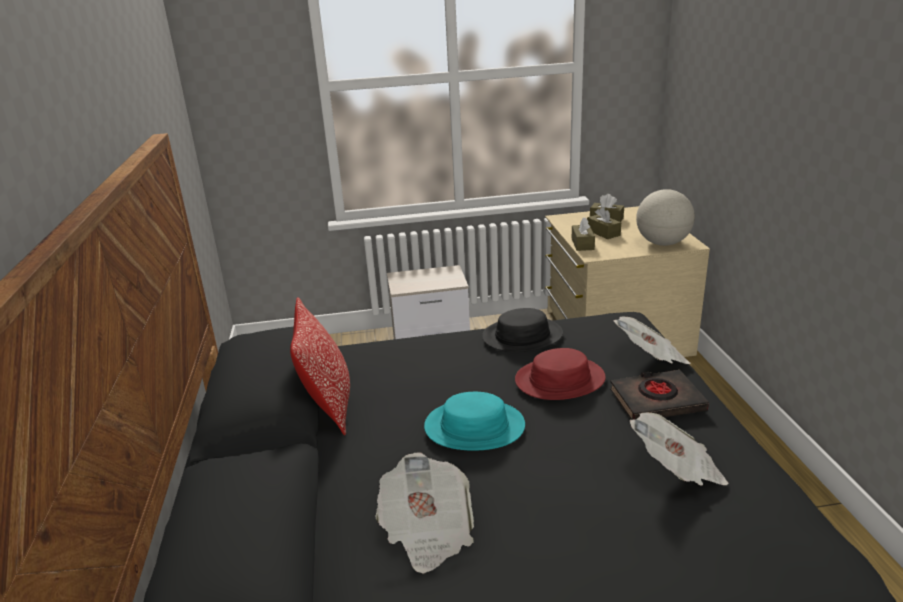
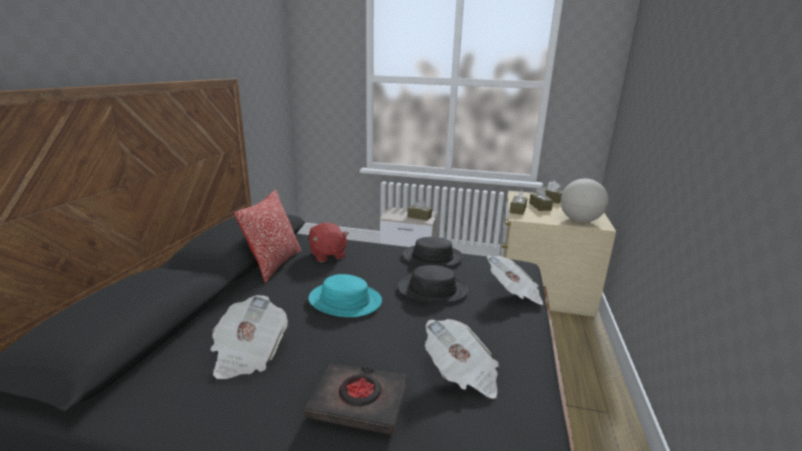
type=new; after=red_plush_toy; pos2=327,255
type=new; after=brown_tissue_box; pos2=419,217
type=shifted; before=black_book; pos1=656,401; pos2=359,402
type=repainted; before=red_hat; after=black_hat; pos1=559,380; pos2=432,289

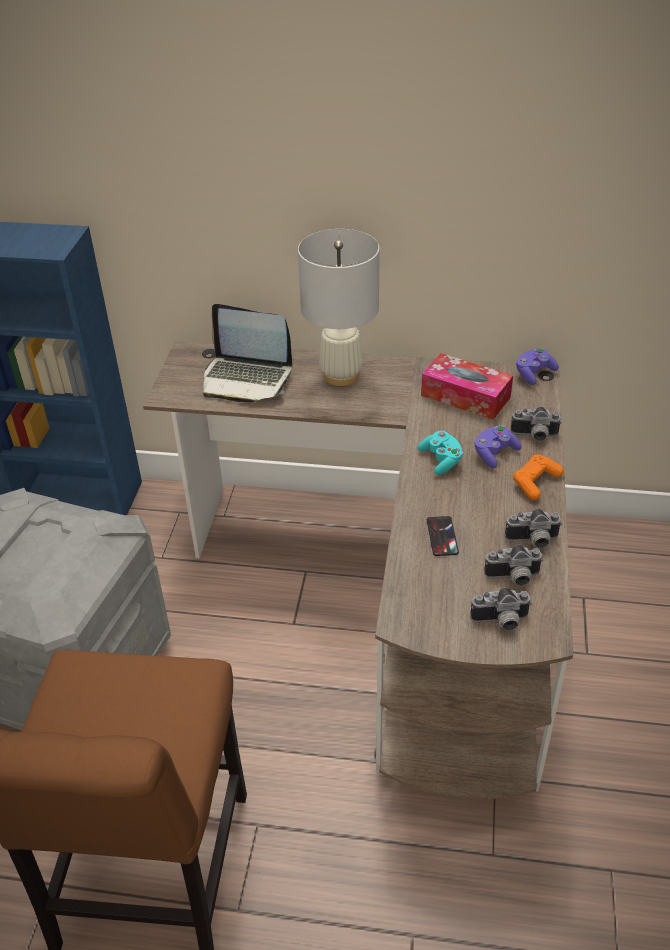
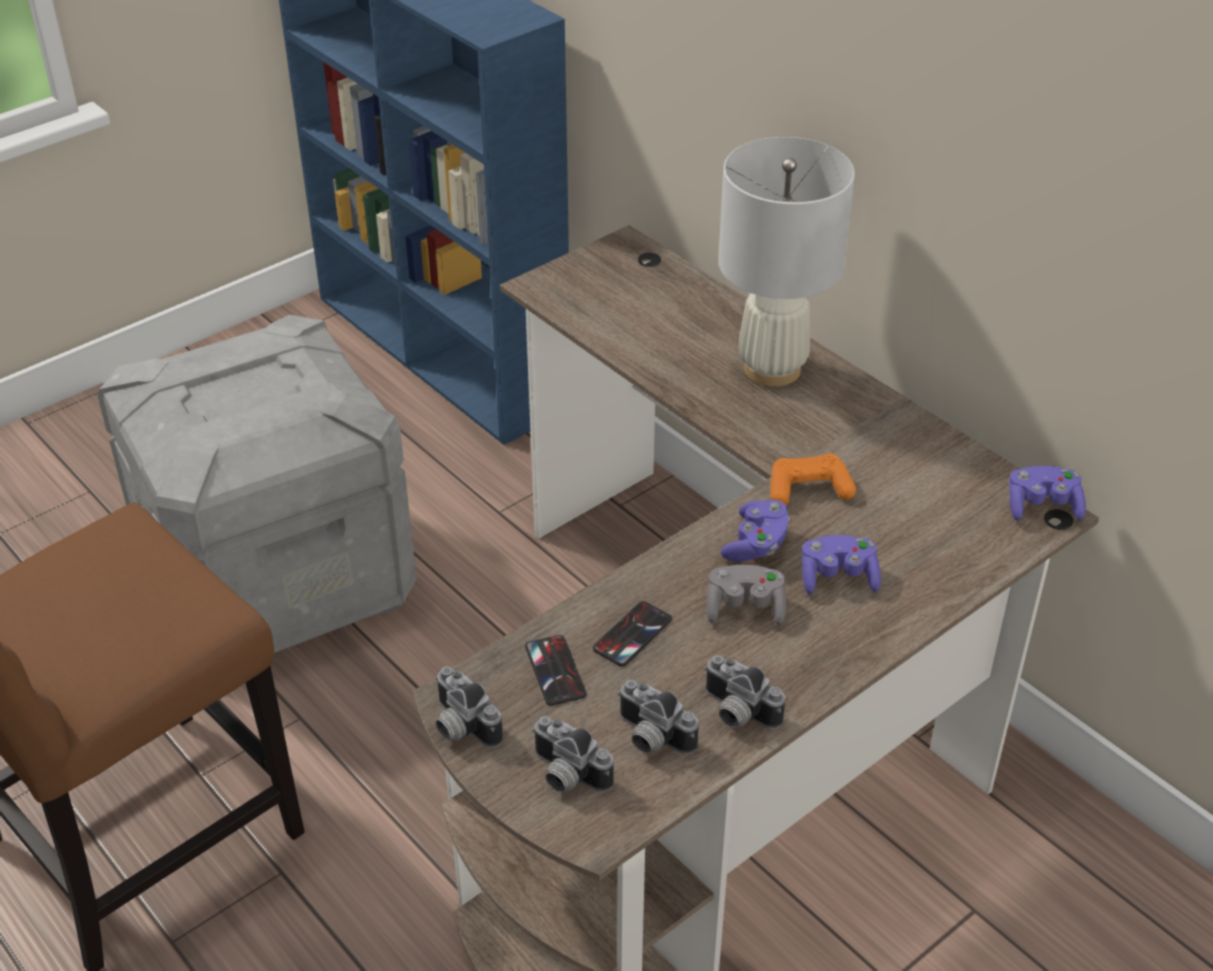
type=gone; before=laptop; pos1=246,378
type=gone; before=tissue_box; pos1=465,396
type=new; after=phone; pos2=555,671
type=new; after=grey_game_controller; pos2=745,608
type=shifted; before=photo_camera; pos1=534,436; pos2=459,727
type=shifted; before=orange_game_controller; pos1=535,482; pos2=808,489
type=repainted; before=turquoise_game_controller; after=purple_game_controller; pos1=441,460; pos2=756,544

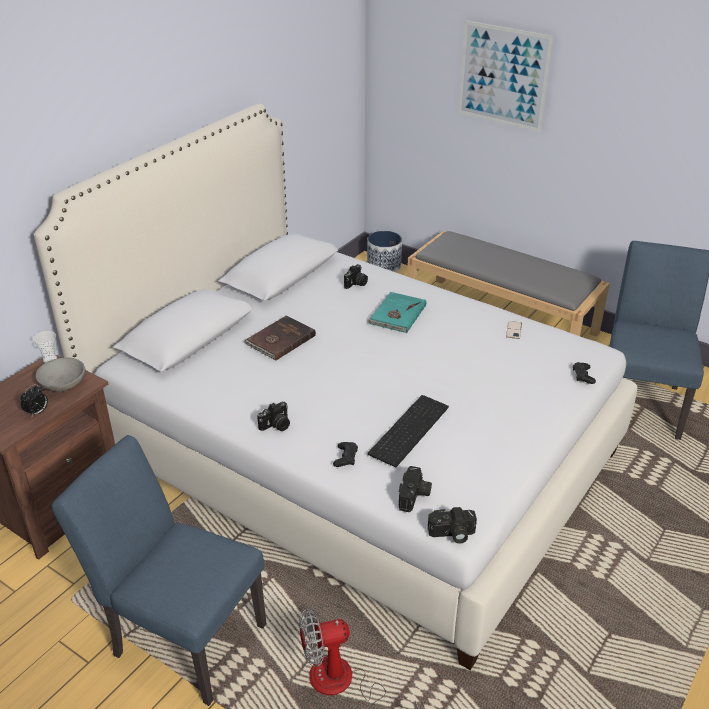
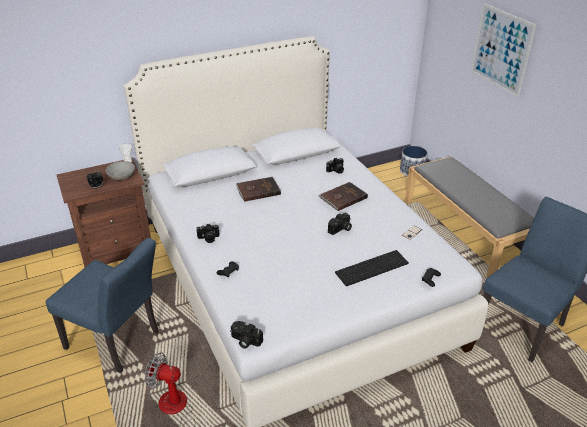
type=shifted; before=keyboard; pos1=408,428; pos2=372,267
type=shifted; before=photo_camera; pos1=414,496; pos2=340,229
type=repainted; before=turquoise_book; after=brown_book; pos1=397,315; pos2=342,198
type=rotated; before=blue_chair; pos1=180,635; pos2=118,342; turn=150

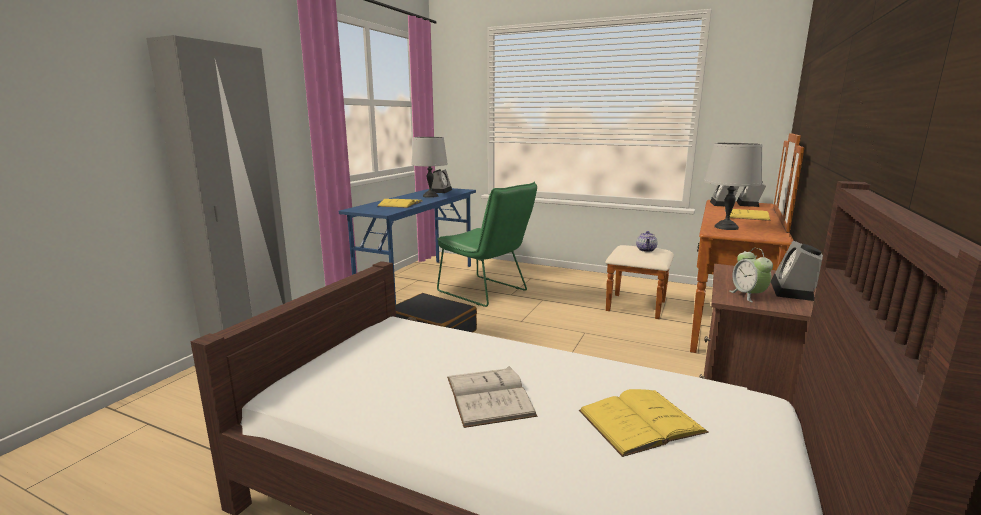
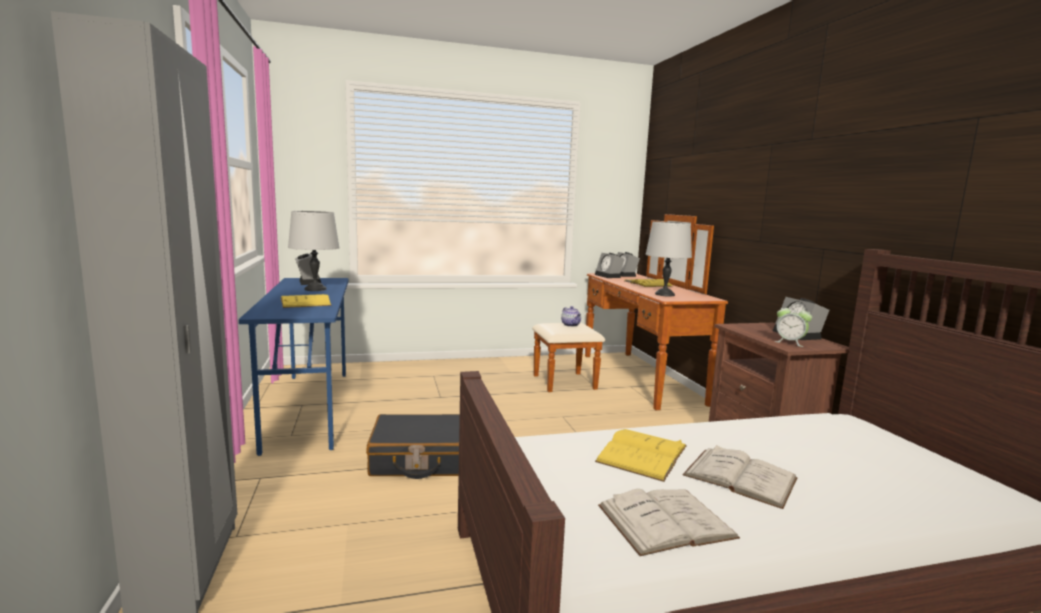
type=gone; before=green_chair; pos1=486,292
type=new; after=white_book; pos2=665,521
type=shifted; before=yellow_book; pos1=641,421; pos2=642,454

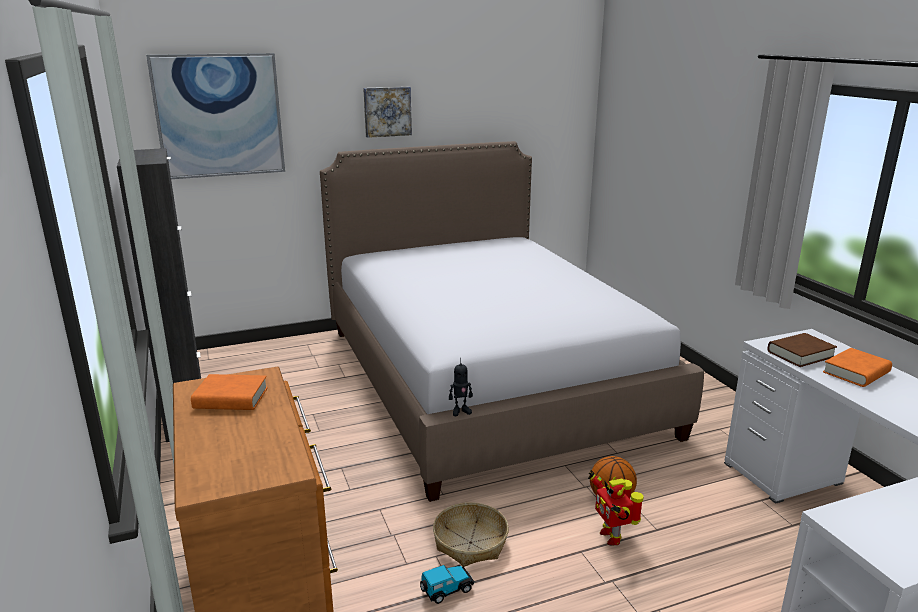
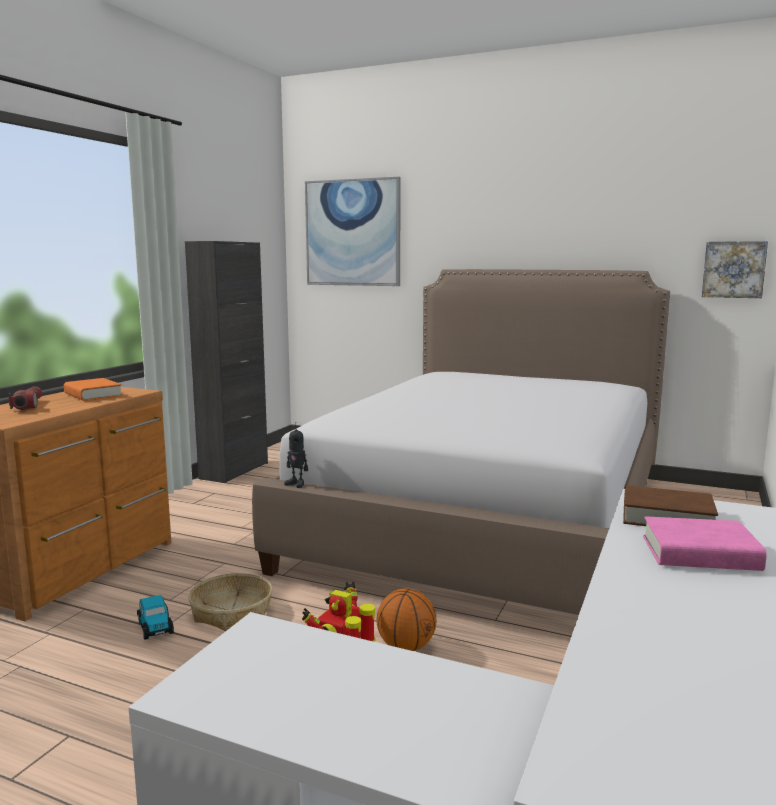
type=new; after=flashlight; pos2=28,405
type=shifted; before=picture; pos1=387,111; pos2=733,269
type=repainted; before=orange_book; after=pink_book; pos1=856,372; pos2=700,554
type=rotated; before=toy_car; pos1=446,589; pos2=155,627; turn=45

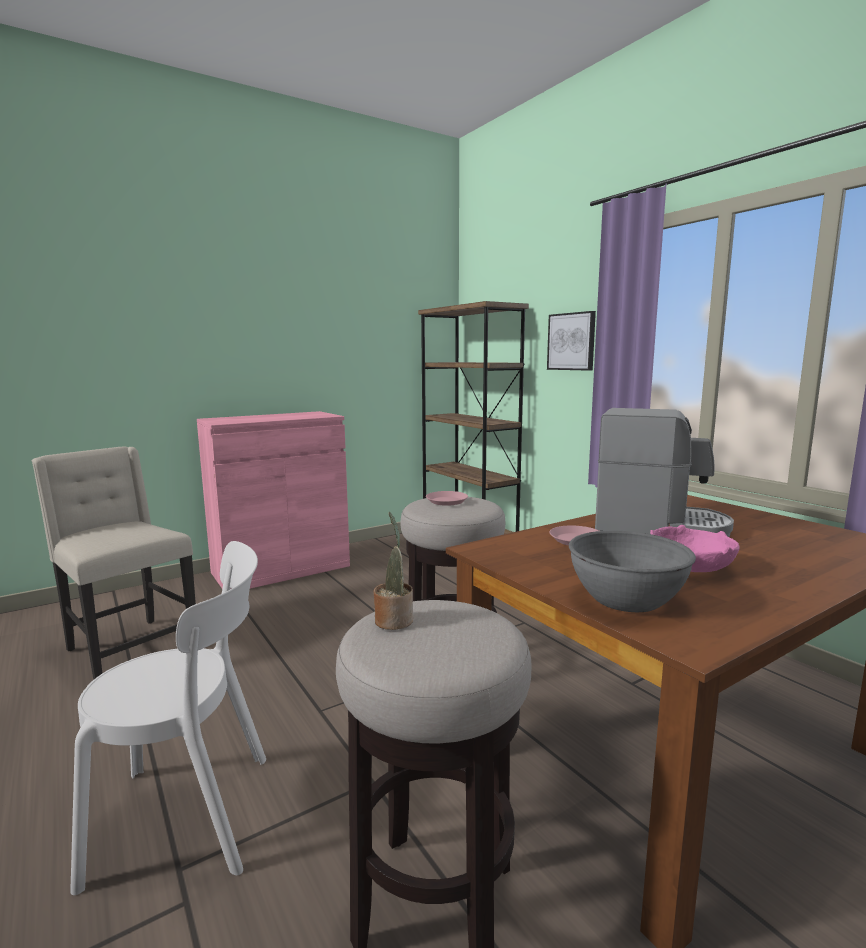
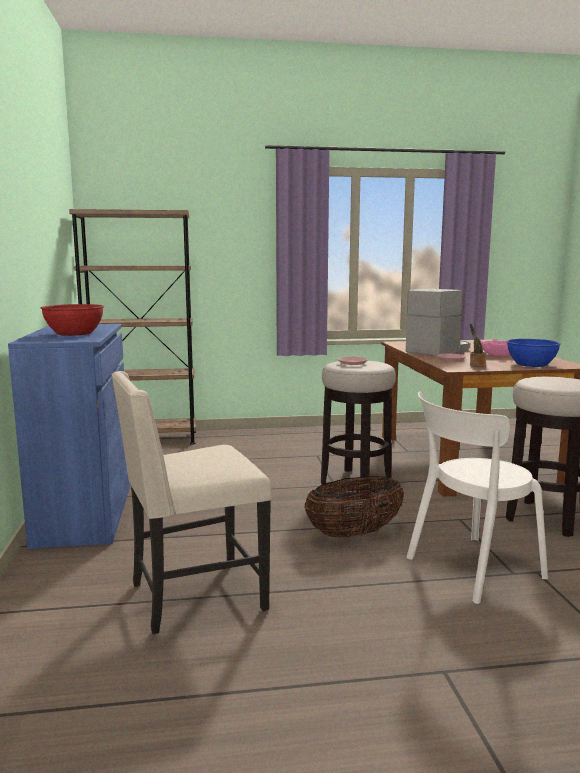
type=gone; before=picture; pos1=571,341
type=new; after=red_bowl; pos2=74,333
type=new; after=basket; pos2=354,533
type=shifted; before=potted_plant; pos1=394,619; pos2=476,365
type=repainted; before=pink_cabinet; after=blue_cabinet; pos1=281,569; pos2=85,513
type=repainted; before=grey_bowl; after=blue_bowl; pos1=626,599; pos2=531,364
type=rotated; before=white_chair; pos1=192,815; pos2=470,569; turn=-135

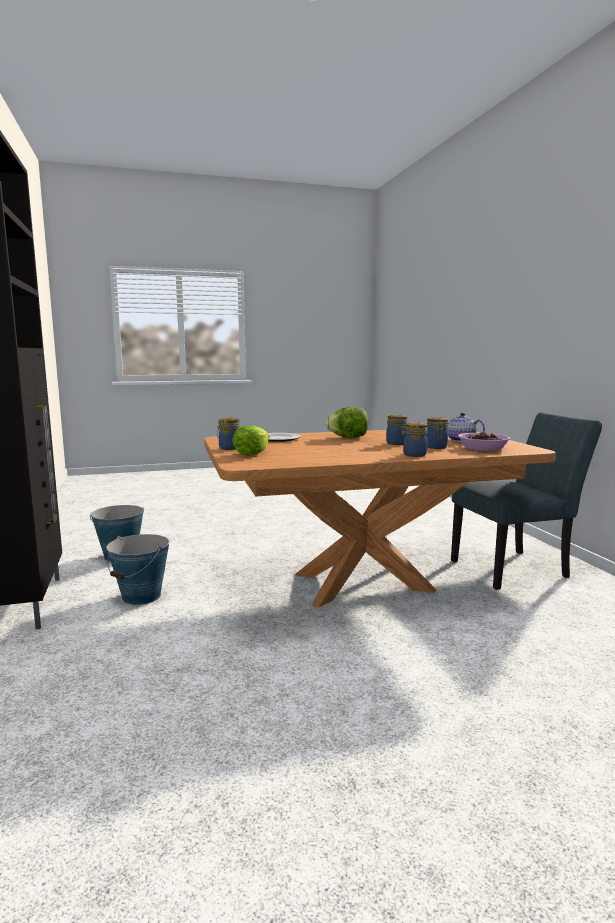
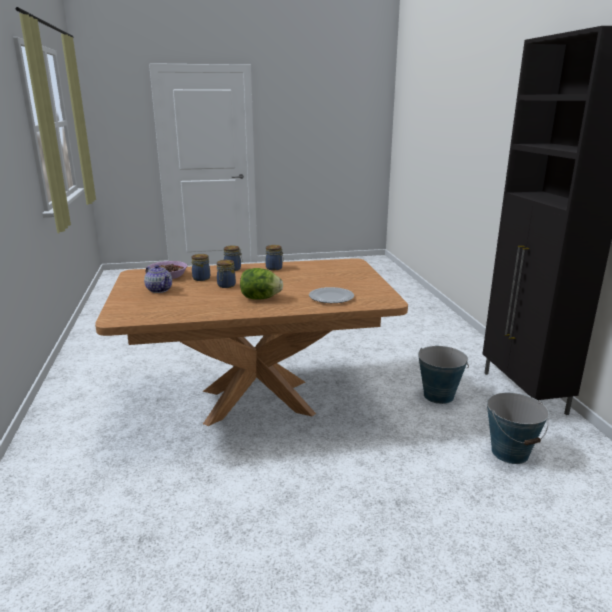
type=gone; before=lettuce; pos1=252,453
type=gone; before=grey_chair; pos1=516,568
type=shifted; before=jar; pos1=228,448; pos2=274,268

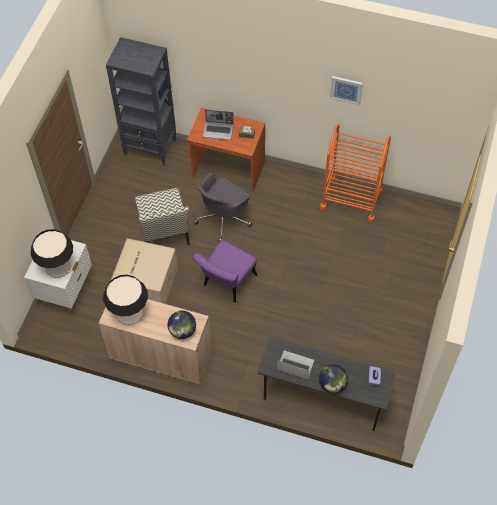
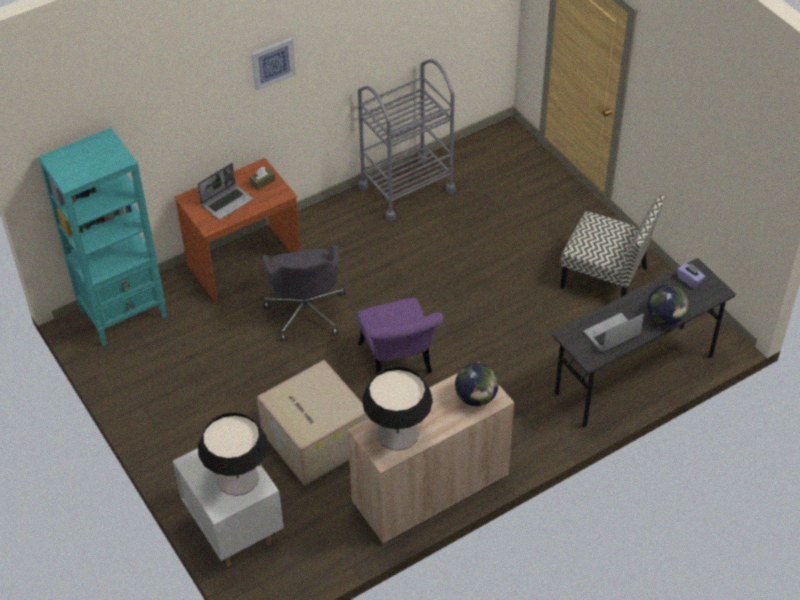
type=shifted; before=chair; pos1=164,231; pos2=606,278
type=shifted; before=picture; pos1=346,89; pos2=273,63
type=repainted; before=black_bookcase; after=turquoise_bookcase; pos1=150,147; pos2=124,314
type=repainted; before=orange_cart; after=grey_cart; pos1=351,199; pos2=406,189

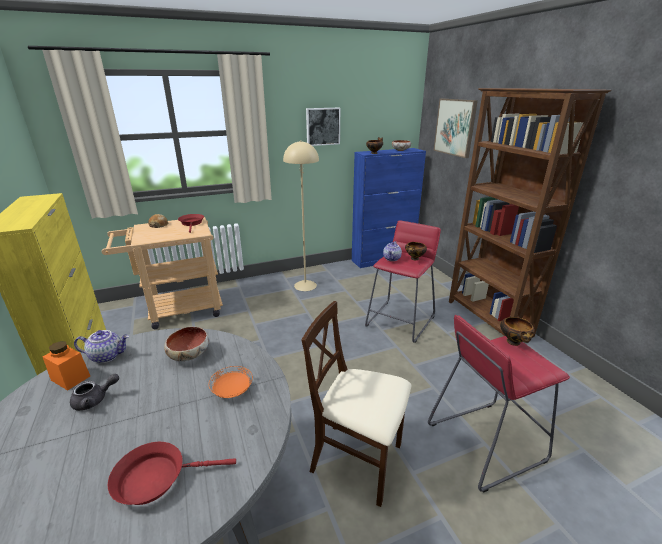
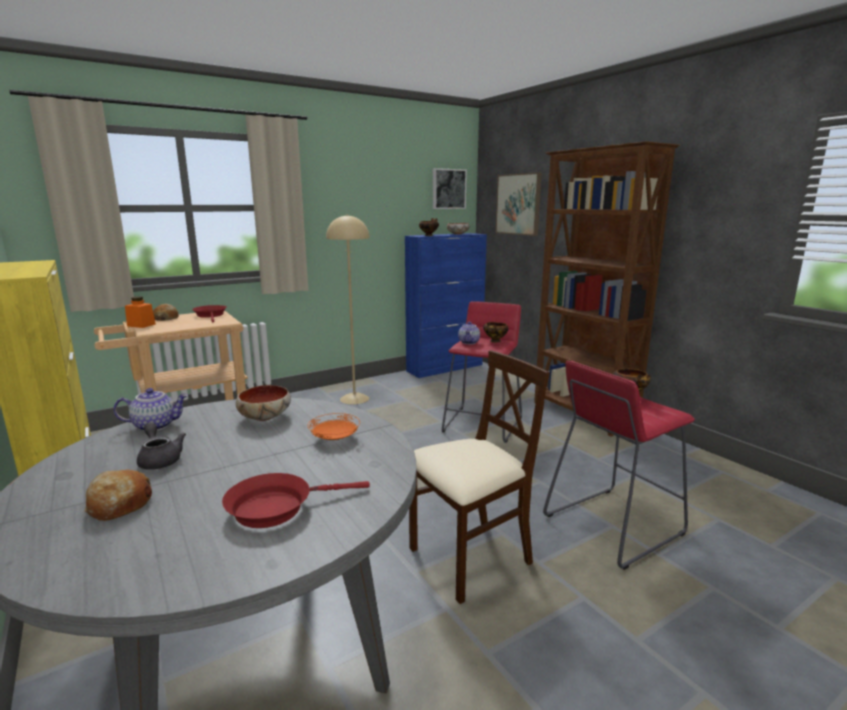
type=new; after=bread; pos2=119,504
type=shifted; before=orange_jar; pos1=70,378; pos2=141,325
type=shifted; before=picture; pos1=322,126; pos2=448,189
type=rotated; before=grey_teapot; pos1=95,400; pos2=160,459; turn=-90
type=rotated; before=beige_chair; pos1=357,460; pos2=470,558; turn=135

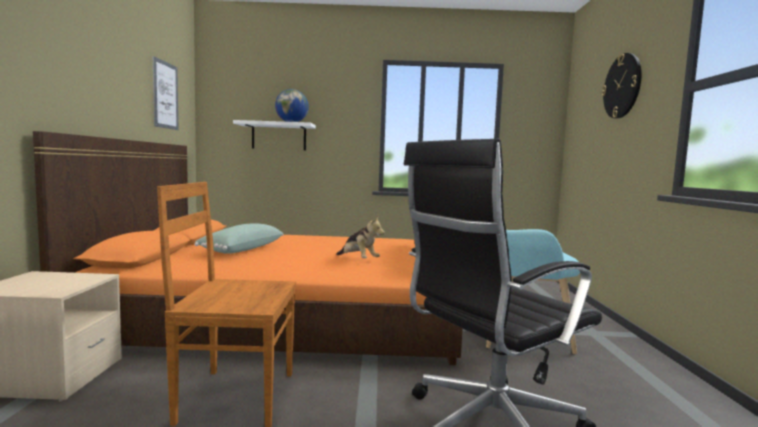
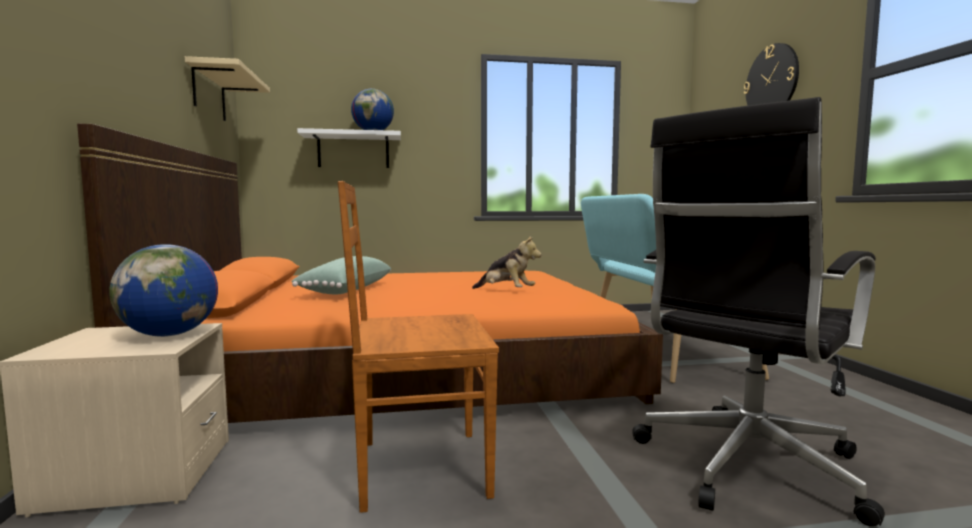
type=new; after=globe; pos2=170,335
type=swapped; before=picture; after=beige_shelf; pos1=165,95; pos2=209,93

